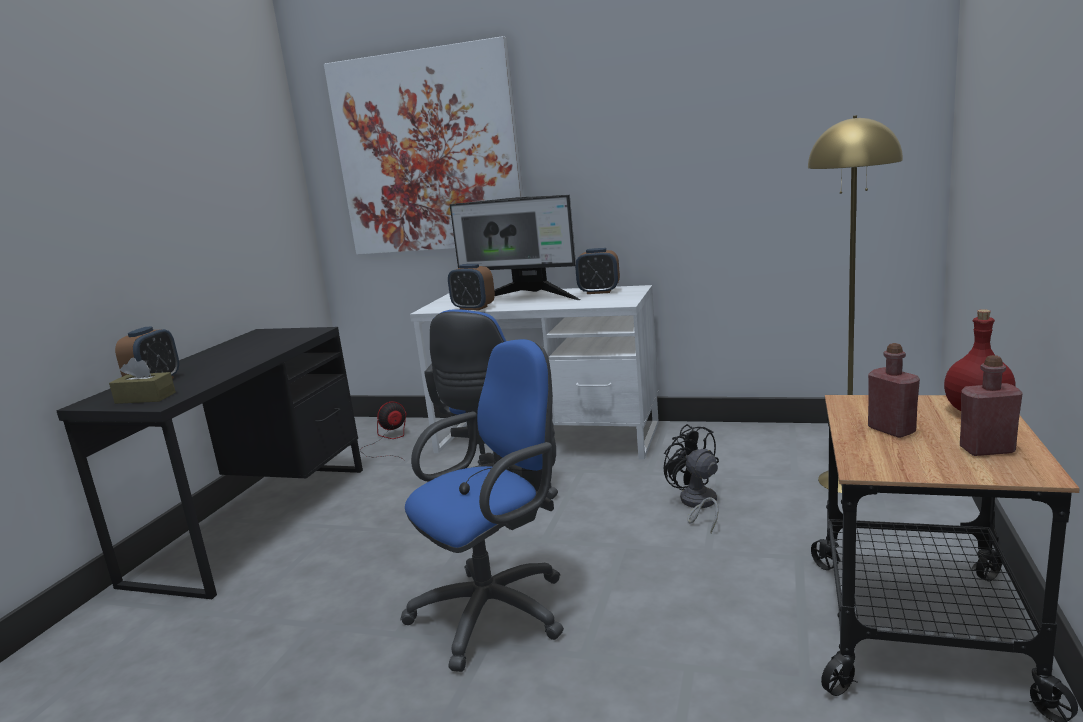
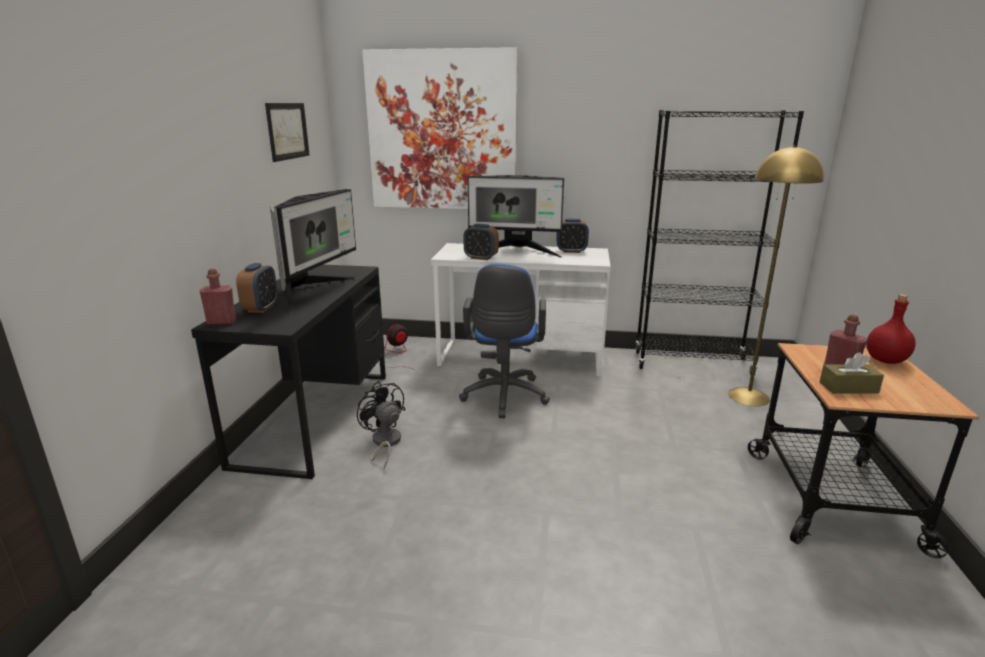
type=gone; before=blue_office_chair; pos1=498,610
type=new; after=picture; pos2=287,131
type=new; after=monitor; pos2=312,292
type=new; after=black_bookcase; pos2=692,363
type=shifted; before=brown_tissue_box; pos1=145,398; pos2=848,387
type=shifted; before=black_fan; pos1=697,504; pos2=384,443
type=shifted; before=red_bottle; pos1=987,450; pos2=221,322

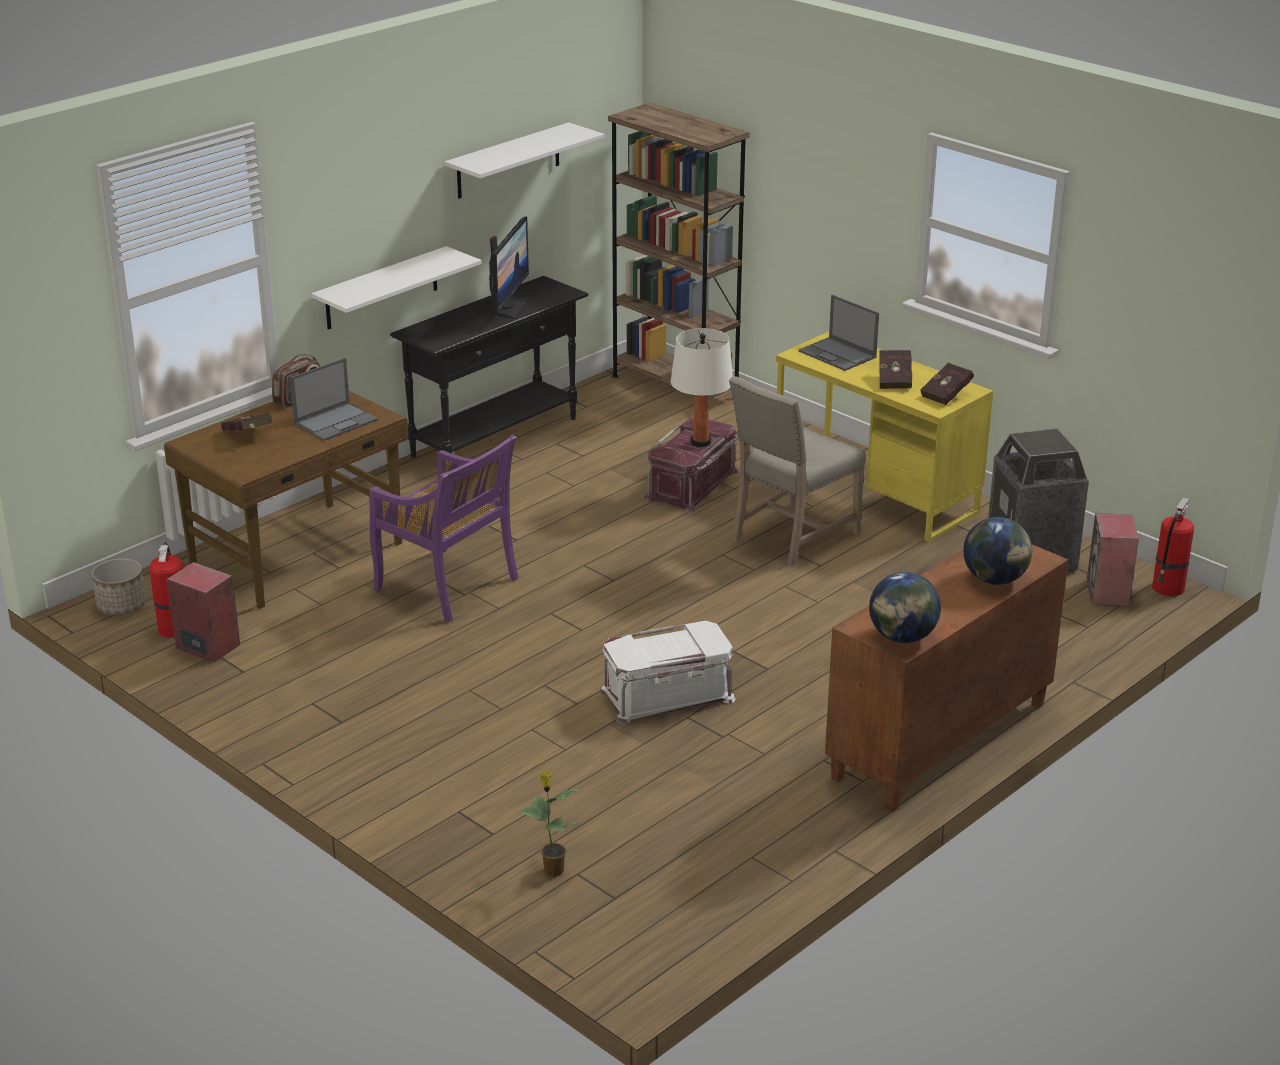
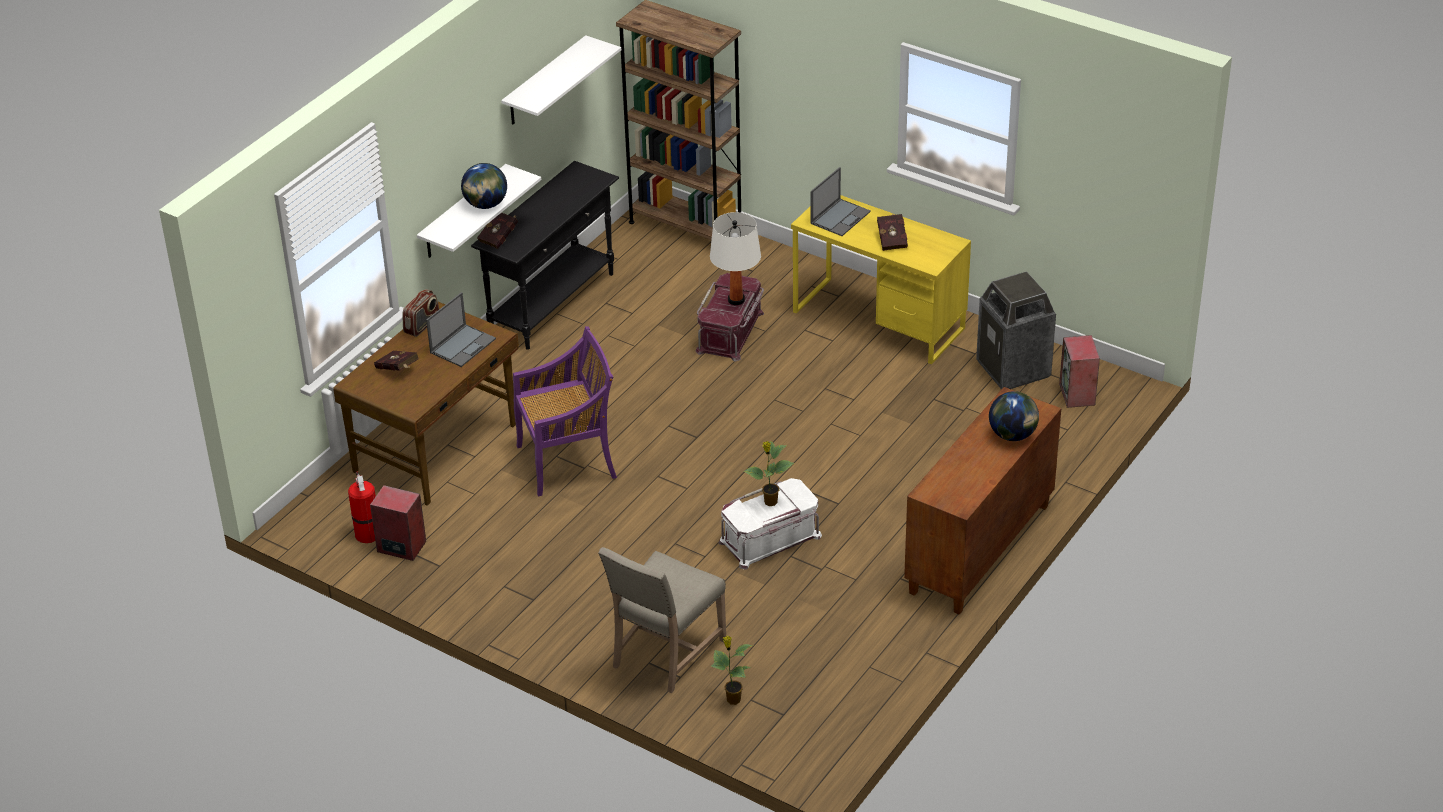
type=gone; before=planter; pos1=121,606
type=gone; before=monitor; pos1=509,307
type=gone; before=fire_extinguisher; pos1=1167,588
type=new; after=potted_plant; pos2=770,502
type=shifted; before=beige_chair; pos1=791,535; pos2=665,654
type=shifted; before=globe; pos1=902,637; pos2=485,204
type=shifted; before=red_book; pos1=948,395; pos2=500,237
type=rotated; before=purple_chair; pos1=448,585; pos2=568,461; turn=-45
type=rotated; before=laptop; pos1=838,354; pos2=840,217; turn=-90

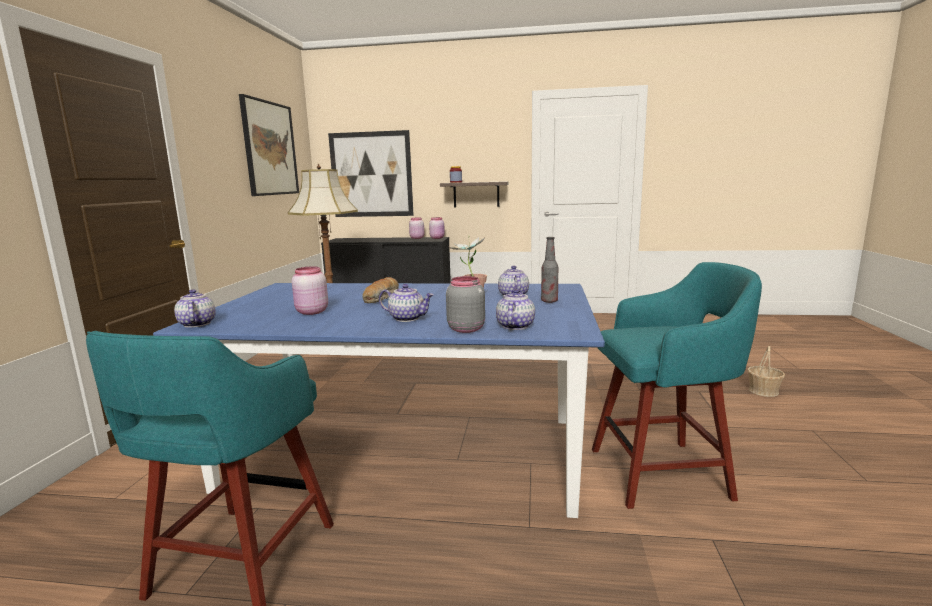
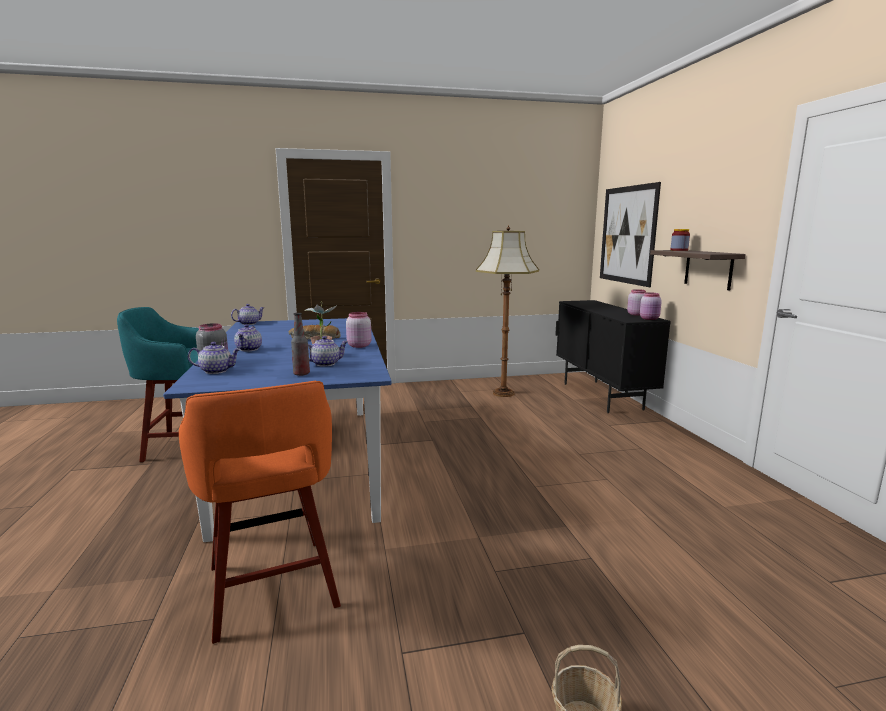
type=gone; before=picture; pos1=270,149
type=shifted; before=pink_jar; pos1=311,312; pos2=358,345
type=repainted; before=turquoise_stool; after=orange_stool; pos1=663,473; pos2=272,589

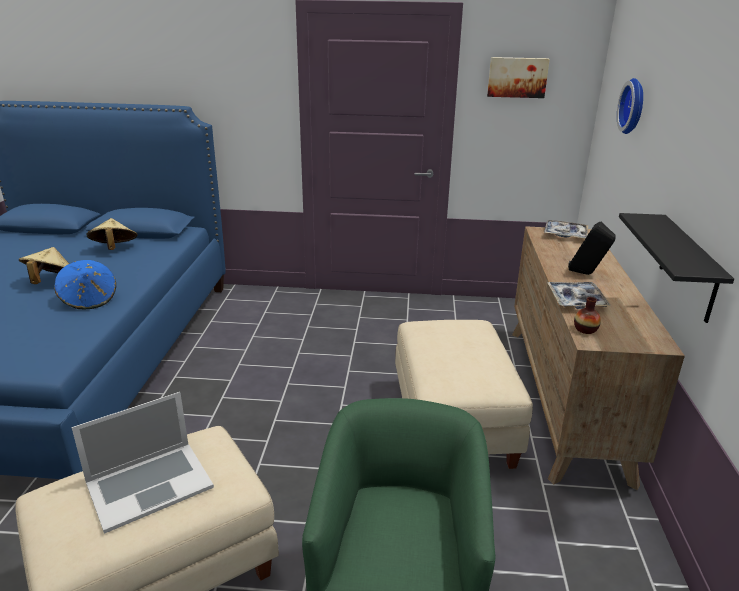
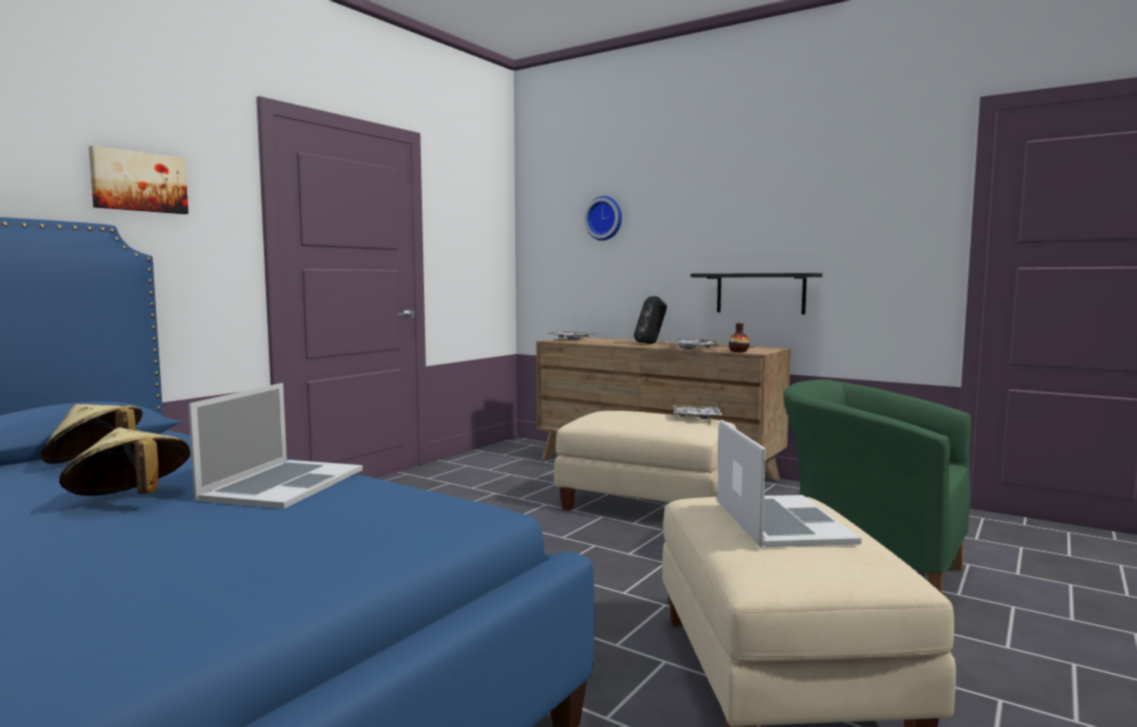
type=new; after=tray; pos2=696,417
type=shifted; before=picture; pos1=517,77; pos2=139,182
type=swapped; before=blue_hat; after=laptop; pos1=89,300; pos2=282,484

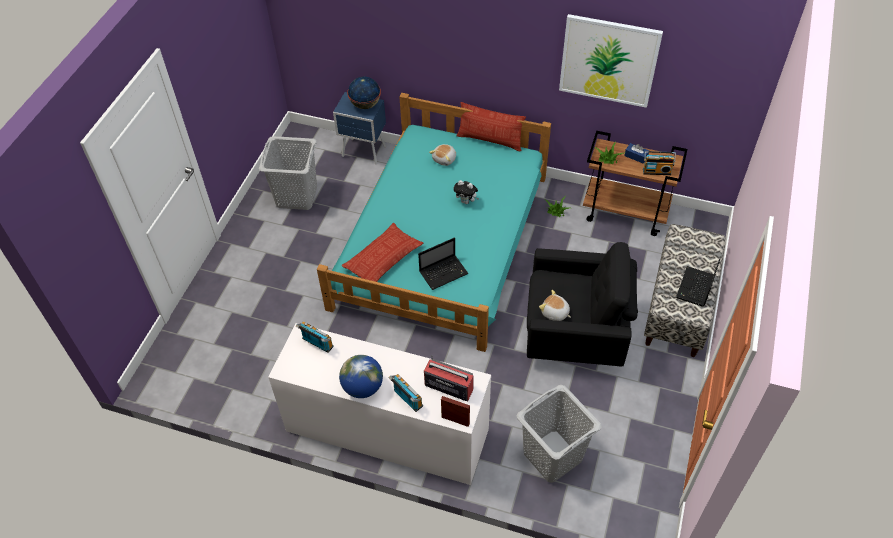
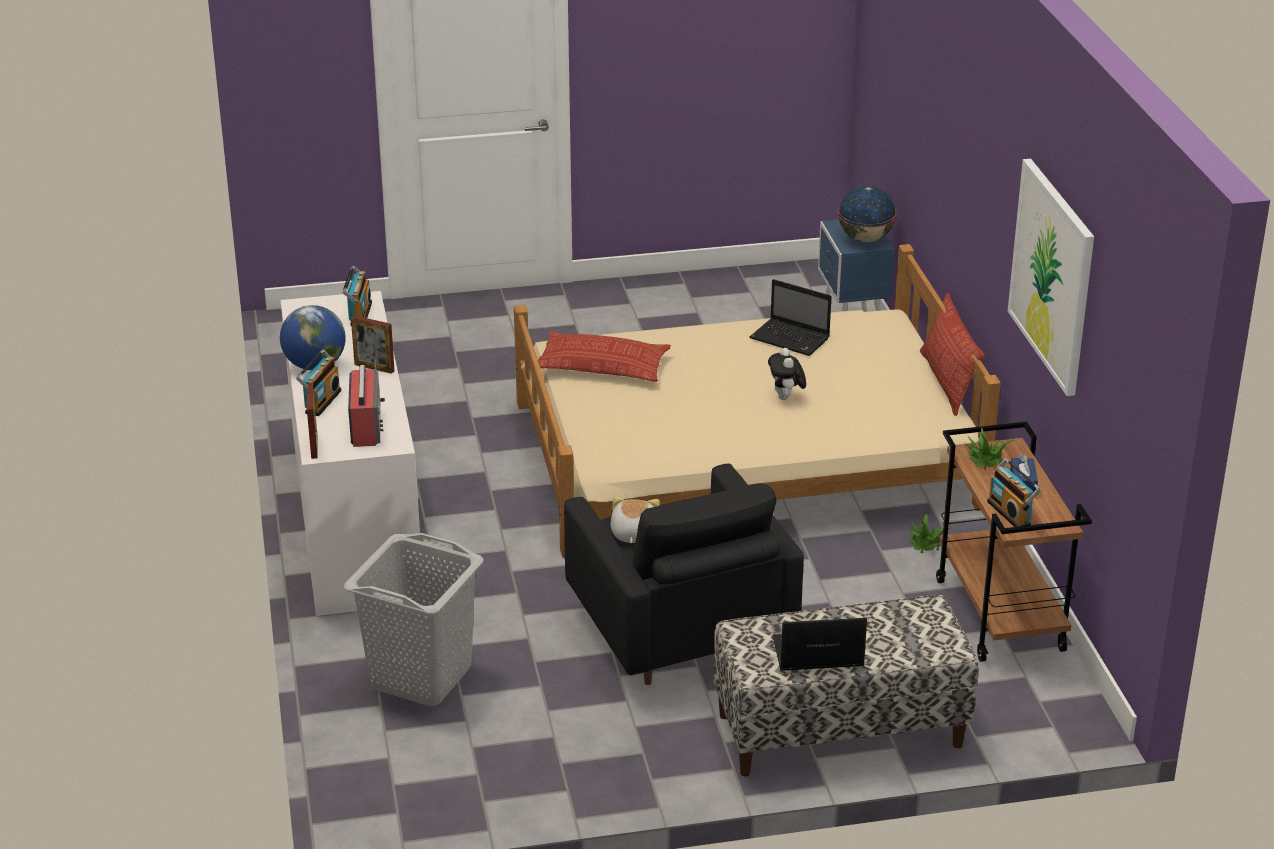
type=gone; before=grey_laundry_basket; pos1=296,196
type=gone; before=plush_toy; pos1=445,159
type=new; after=picture_frame; pos2=374,368
type=shifted; before=laptop; pos1=444,272; pos2=791,339
type=repainted; before=turquoise_bed; after=beige_bed; pos1=442,241; pos2=742,455

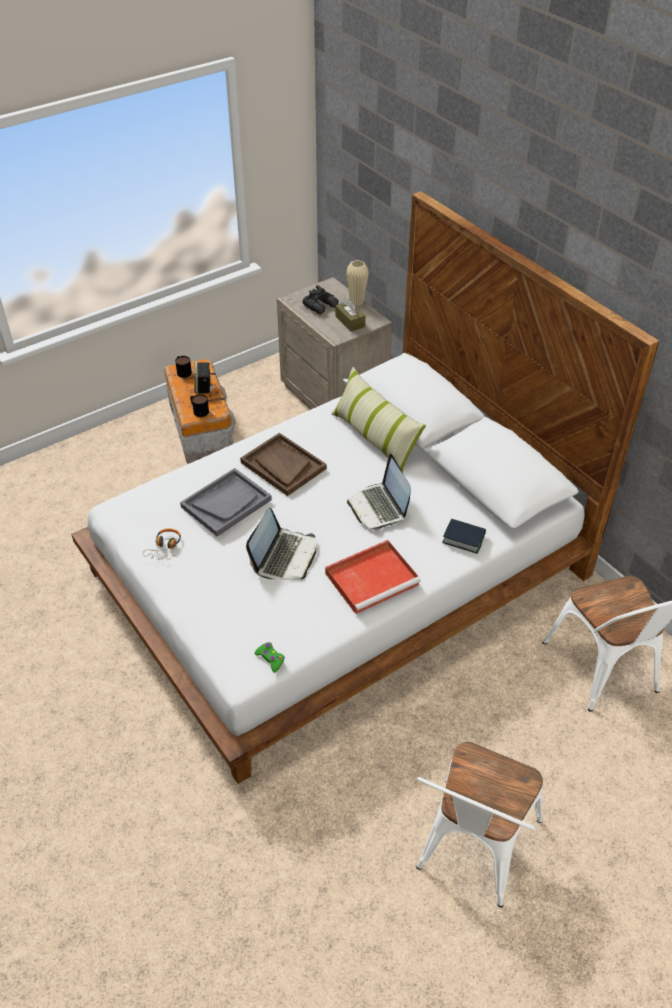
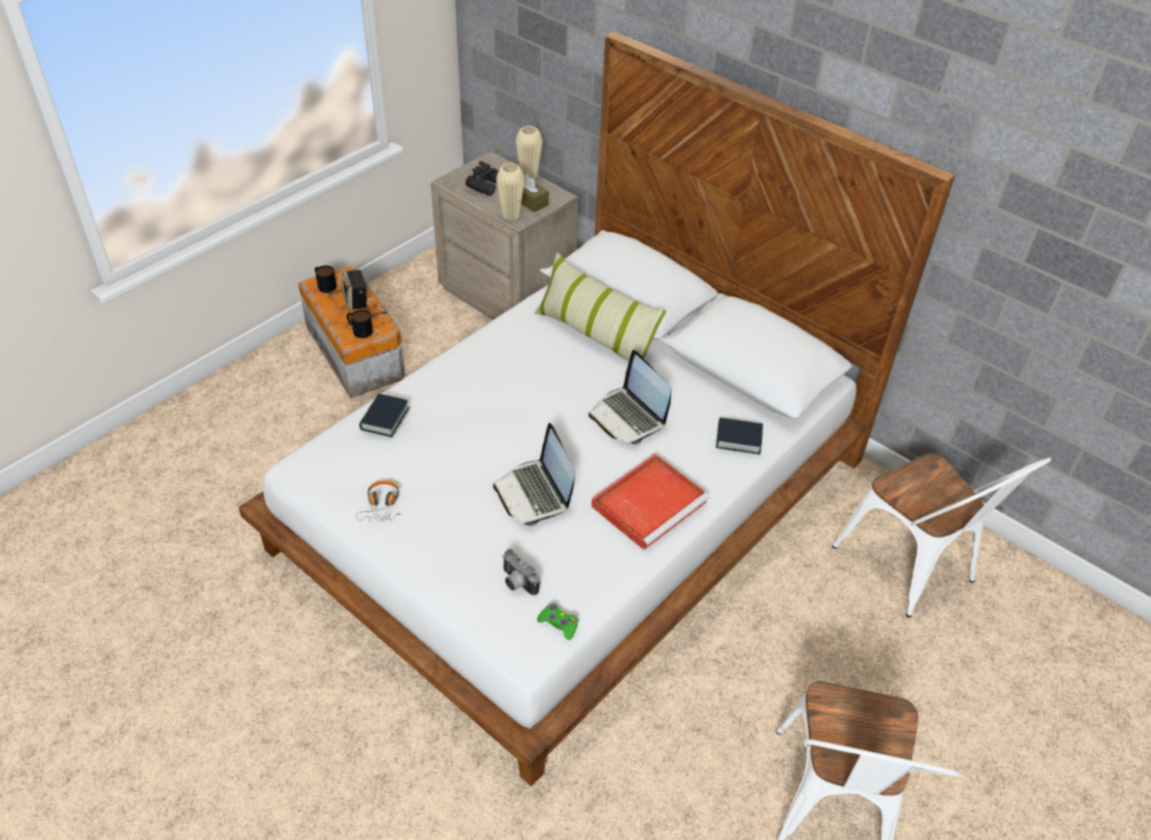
type=gone; before=grey_tray; pos1=226,503
type=gone; before=brown_tray; pos1=283,465
type=new; after=book; pos2=384,419
type=new; after=beige_vase; pos2=511,215
type=new; after=photo_camera; pos2=516,583
type=rotated; before=laptop; pos1=284,556; pos2=535,493; turn=150

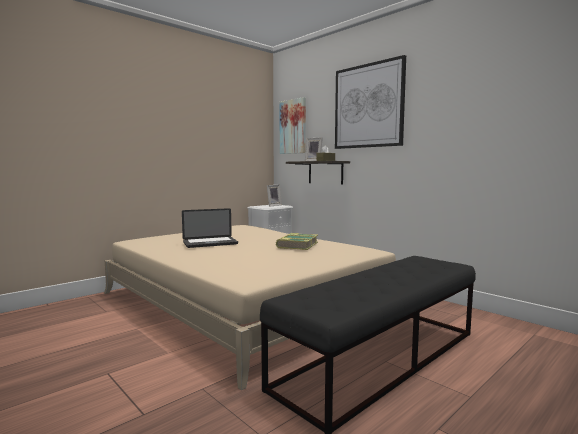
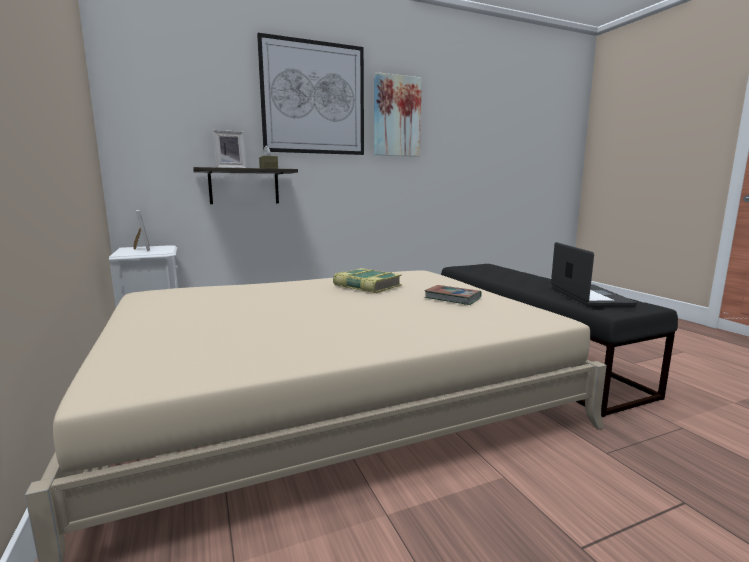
type=new; after=book; pos2=452,298
type=shifted; before=laptop; pos1=210,243; pos2=589,297
type=shifted; before=picture; pos1=293,126; pos2=396,116

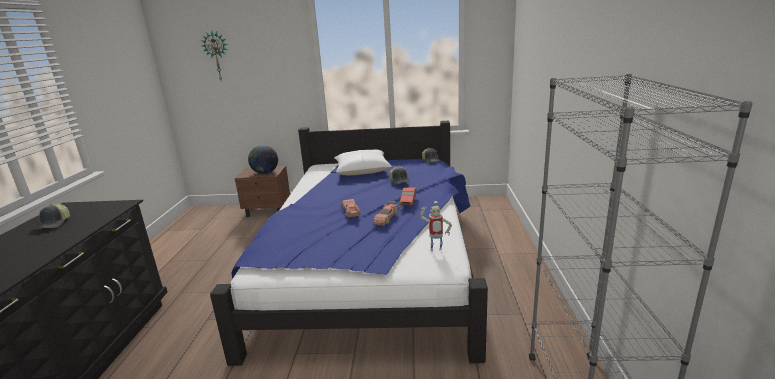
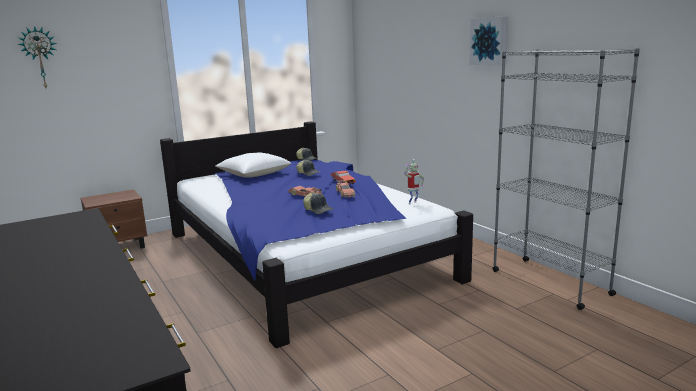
type=gone; before=globe; pos1=265,173
type=new; after=picture; pos2=490,41
type=shifted; before=cap; pos1=55,224; pos2=318,210

